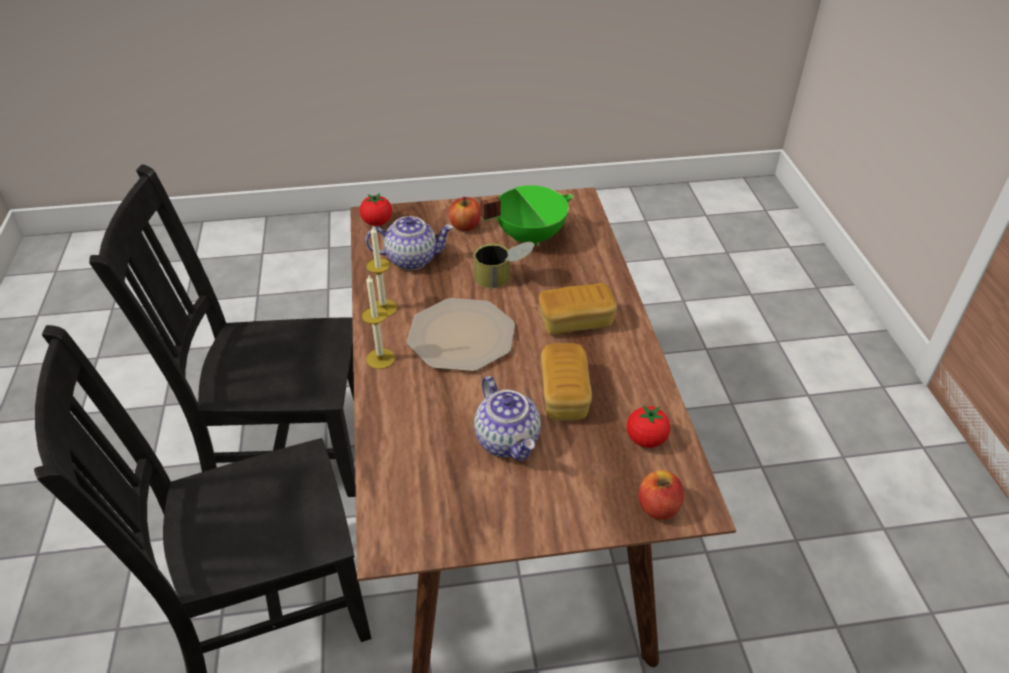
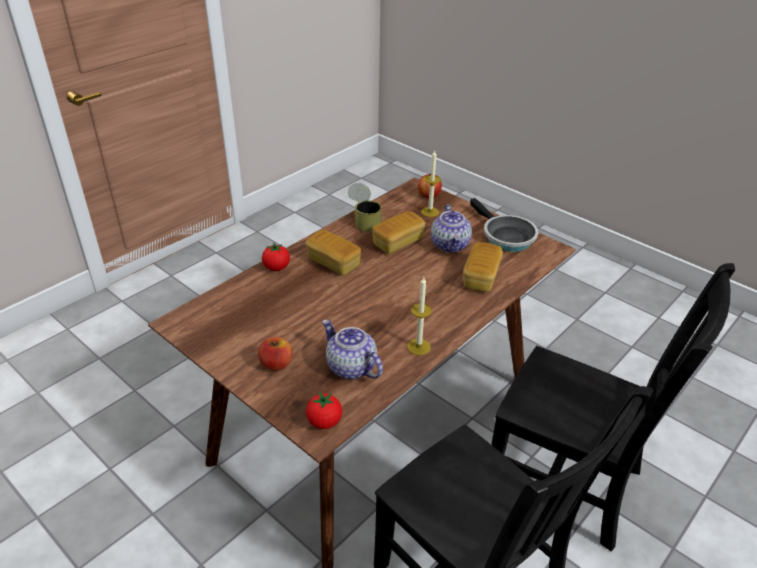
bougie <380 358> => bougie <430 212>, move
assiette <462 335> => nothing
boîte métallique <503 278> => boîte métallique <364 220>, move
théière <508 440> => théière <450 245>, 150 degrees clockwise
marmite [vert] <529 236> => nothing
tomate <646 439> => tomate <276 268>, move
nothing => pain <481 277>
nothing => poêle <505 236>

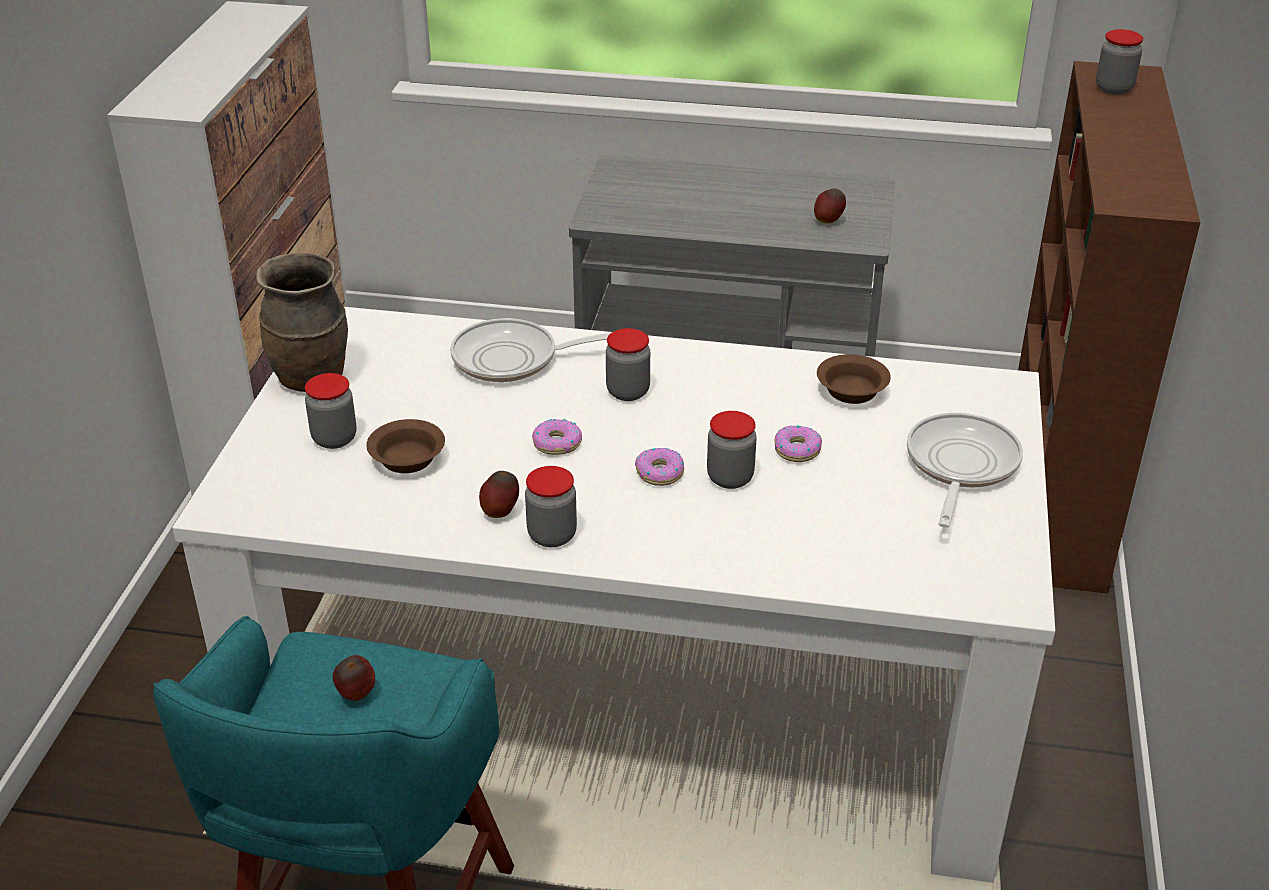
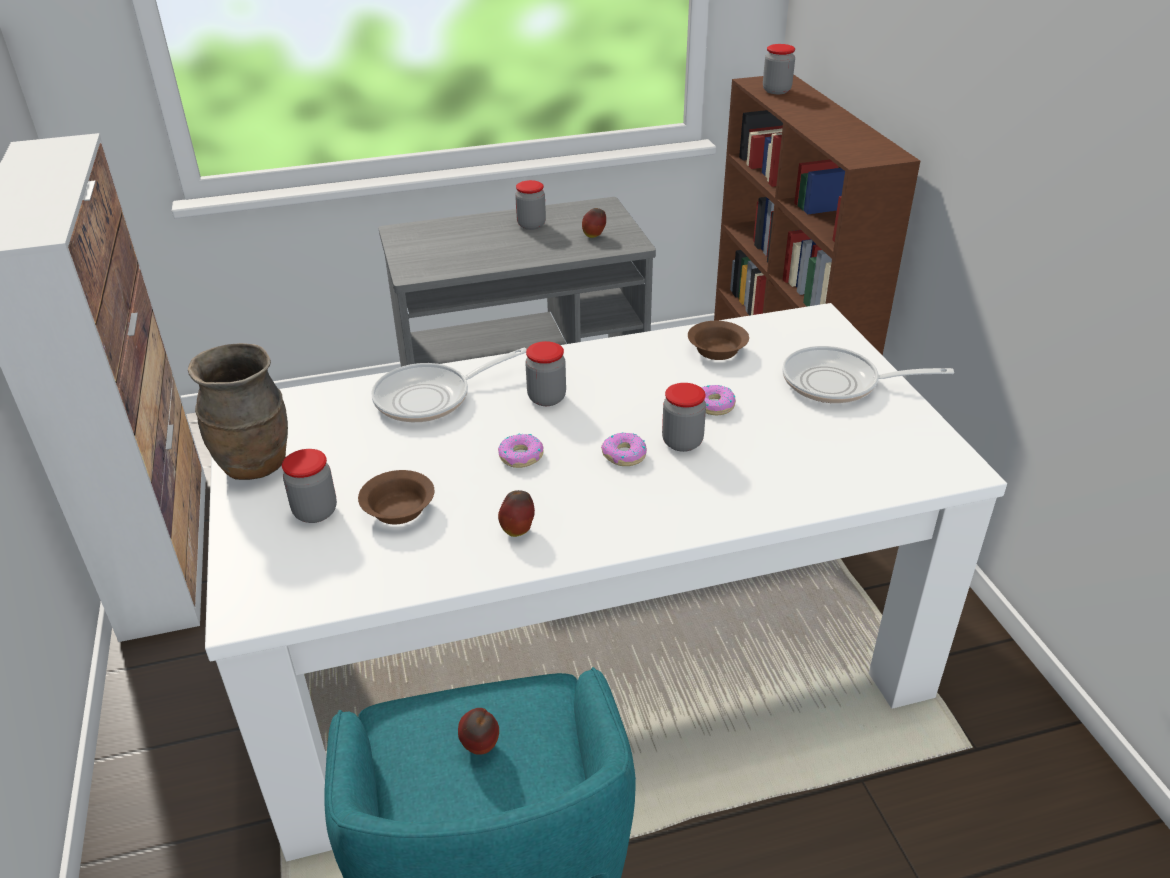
bocal <552 535> => bocal <531 225>, move
poêle <959 466> => poêle <838 383>, 75 degrees counterclockwise

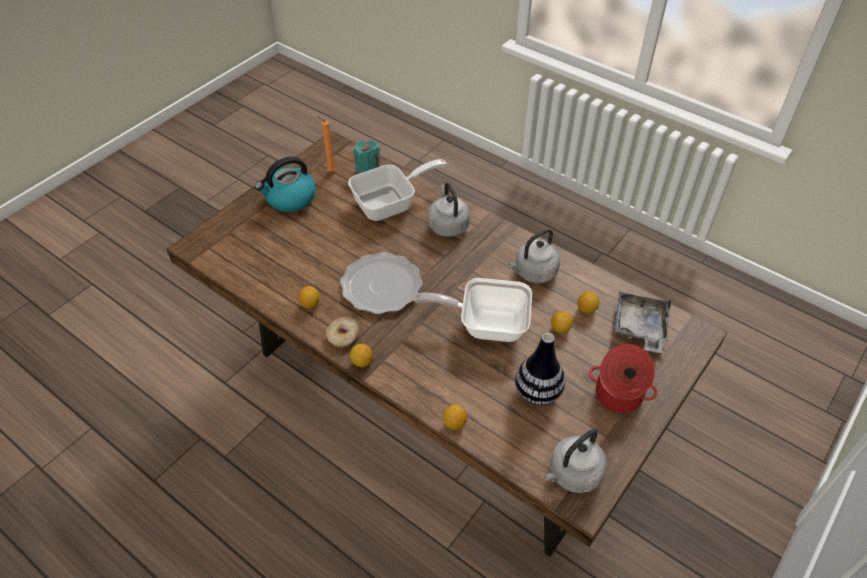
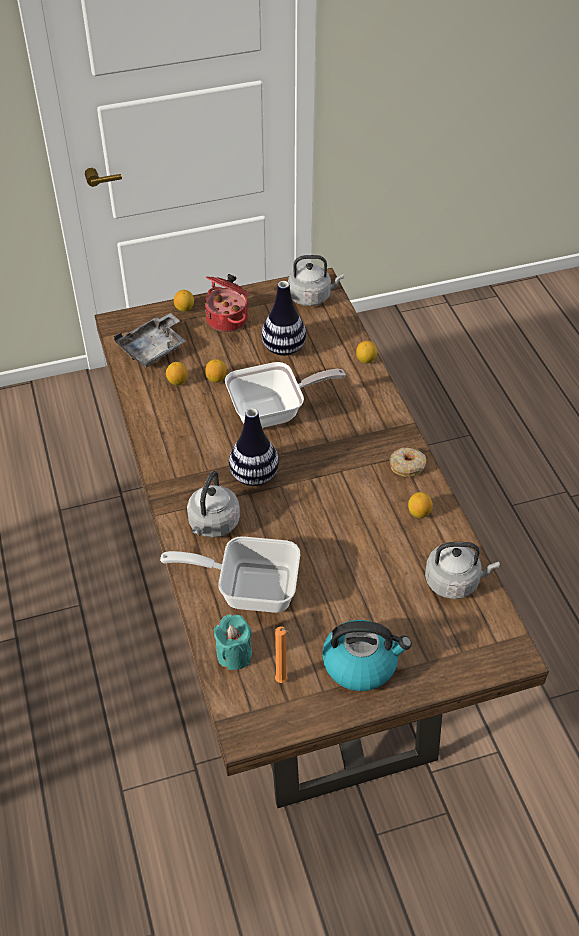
assiette <381 286> => nothing
citron <362 362> => citron <184 308>, move
poêle <486 324> => poêle <273 412>, 60 degrees counterclockwise
bouilloire [gris] <533 273> => bouilloire [gris] <454 581>, move
nothing => vase <254 476>

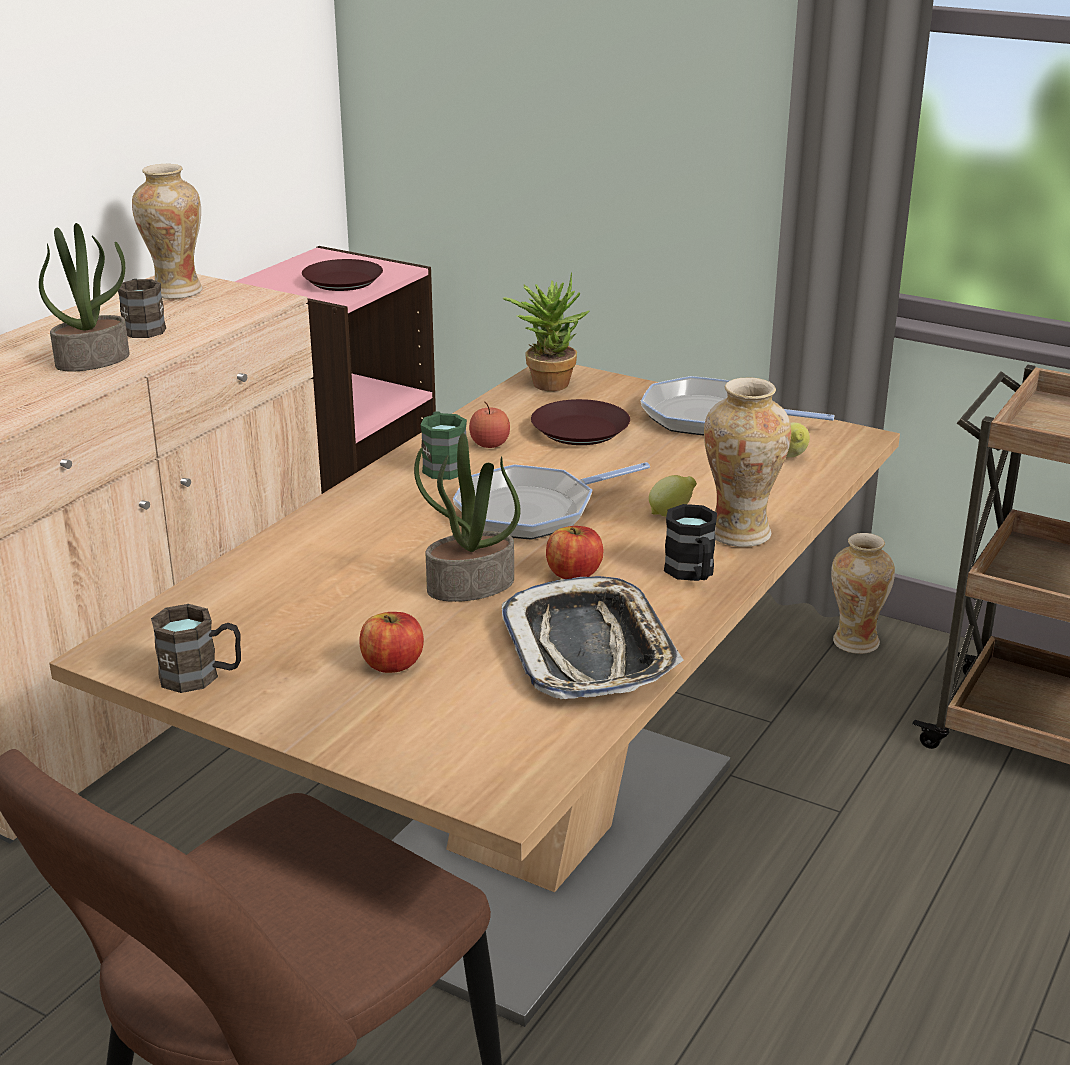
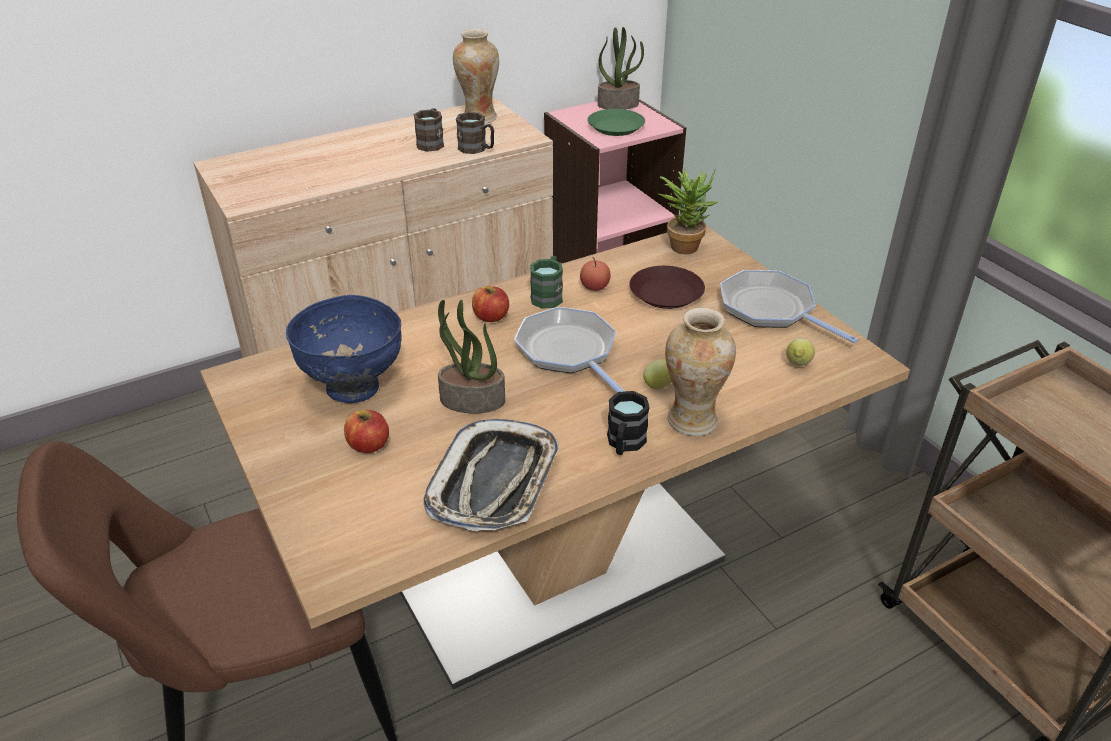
plante en pot <93 360> => plante en pot <618 104>, move
mug [marron] <201 676> => mug [marron] <477 149>, move
assiette [marron] <343 281> => assiette [vert] <616 127>
poêle <532 511> => poêle <569 352>, 60 degrees clockwise
pomme <574 573> => pomme <491 317>, move
vase <855 642> => nothing
nothing => bol [bleu] <353 389>

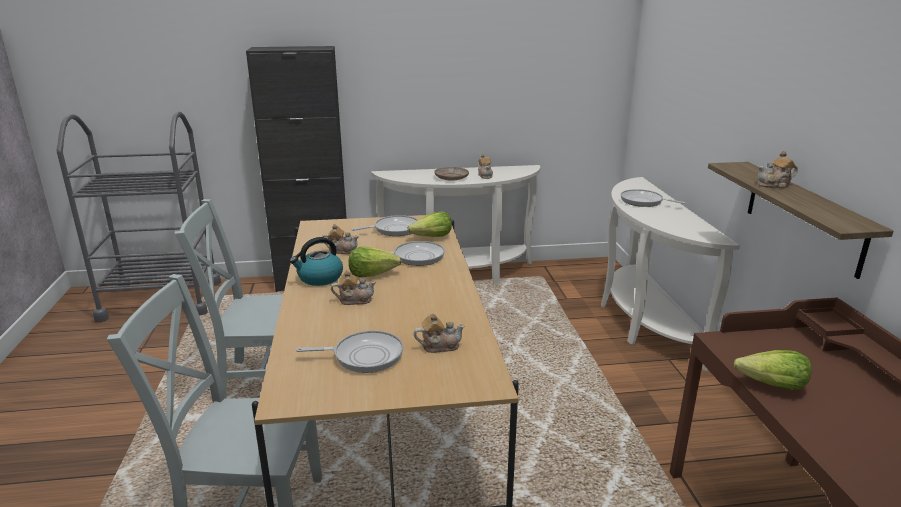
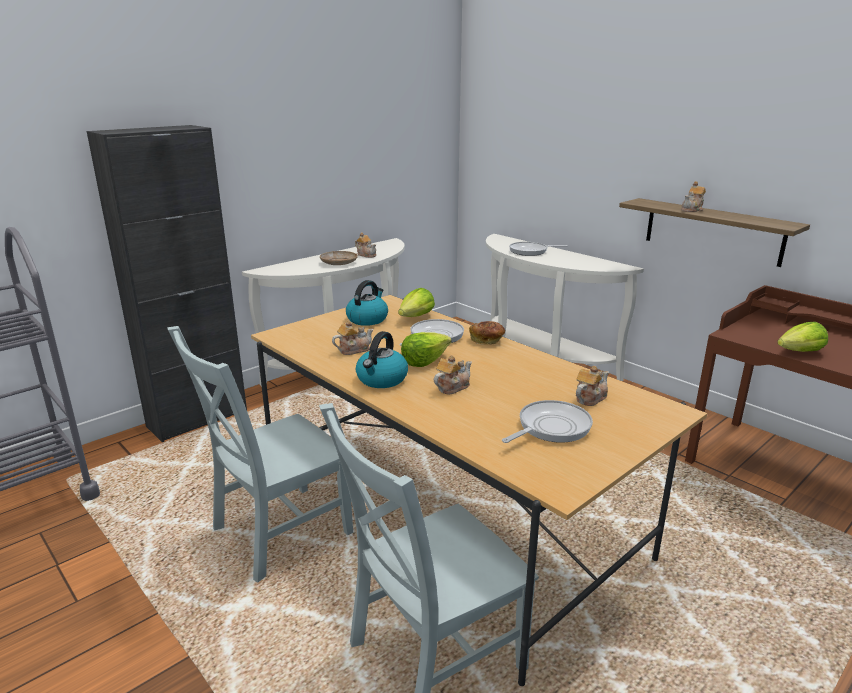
poêle <394 229> => bouilloire <367 319>
nothing => pain <487 340>

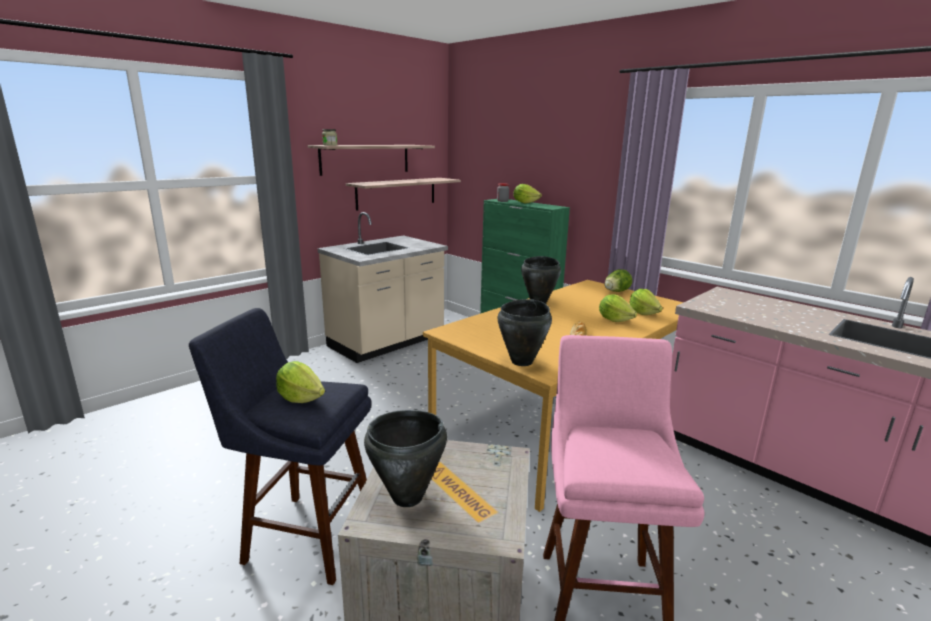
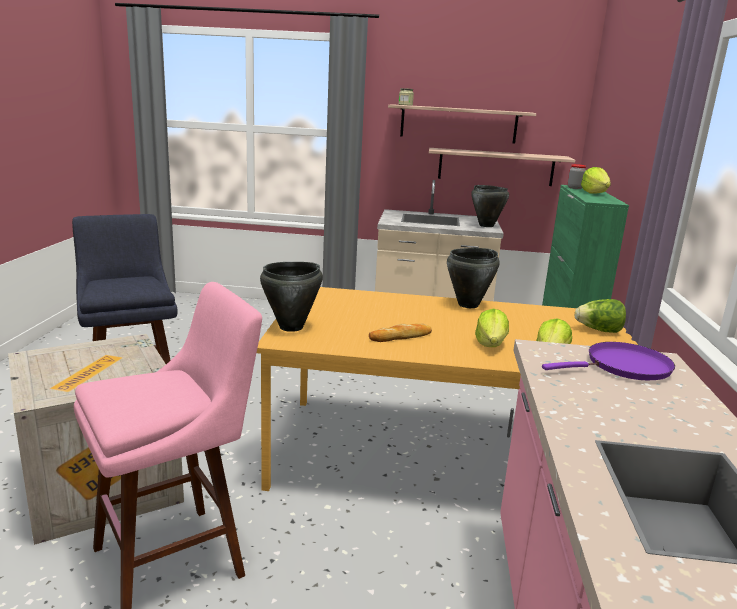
laitue <301 398> => nothing
marmite [noir] <408 497> => marmite [noir] <486 225>, move
nothing => poêle [violet] <623 367>

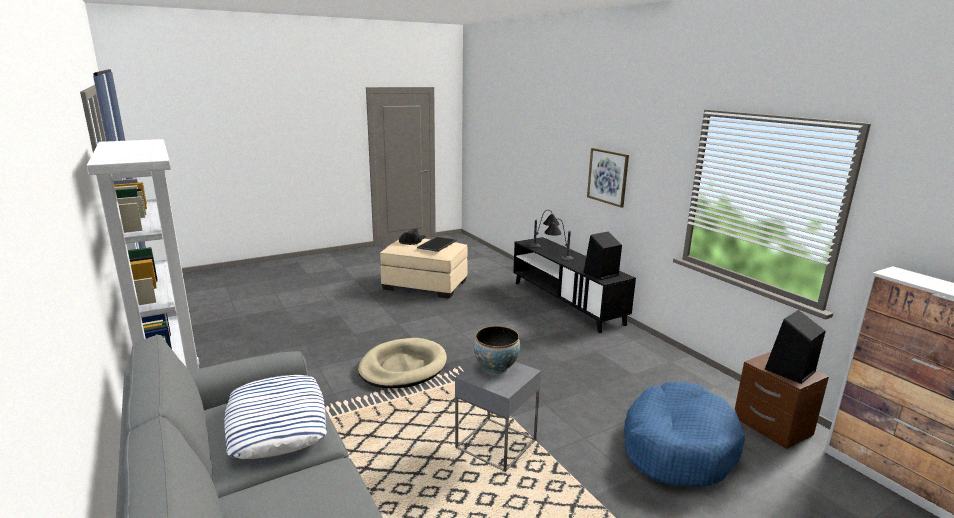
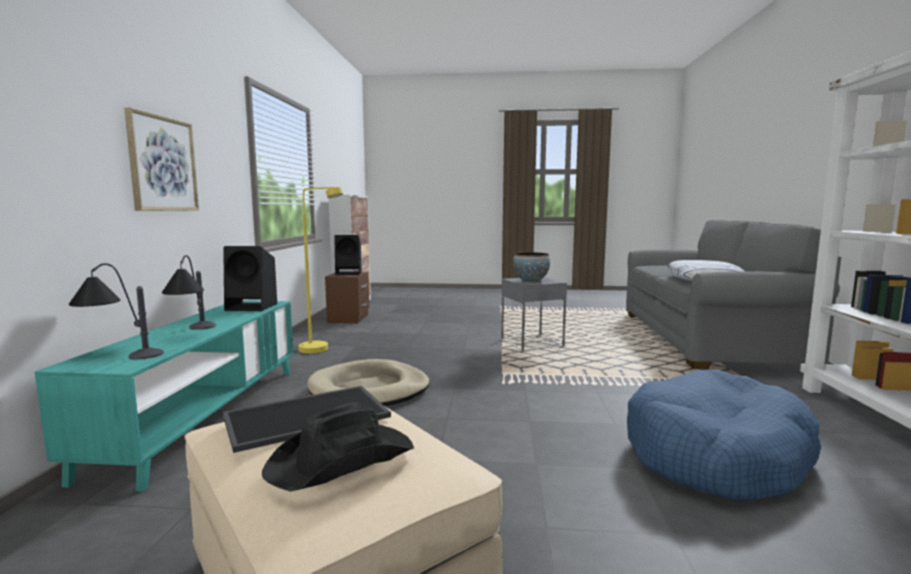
panier pour chien [beige] <403 367> => panier pour chien [beige] <369 390>, move
meuble télé [noir] <566 302> => meuble télé [turquoise] <204 416>
panier pour chien [bleu] <677 446> => panier pour chien [bleu] <715 455>, move
nothing => lampadaire [jaune] <320 350>

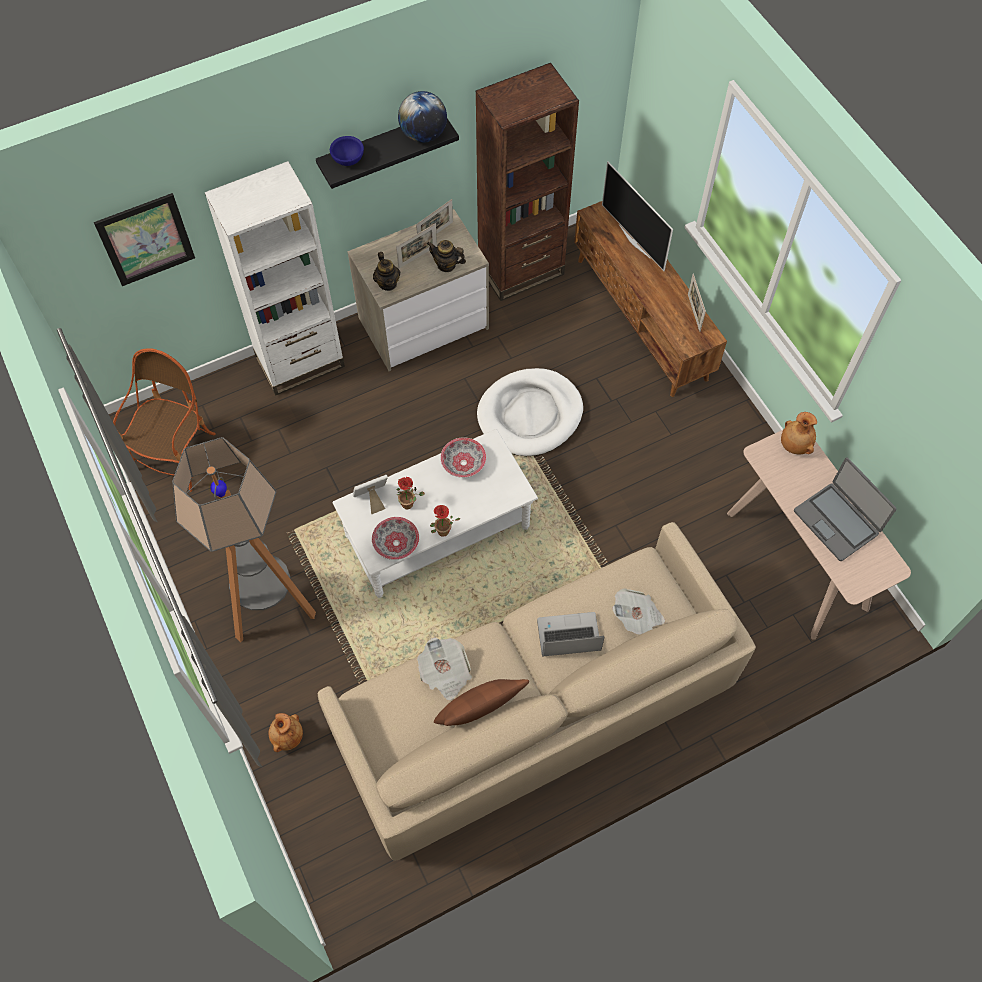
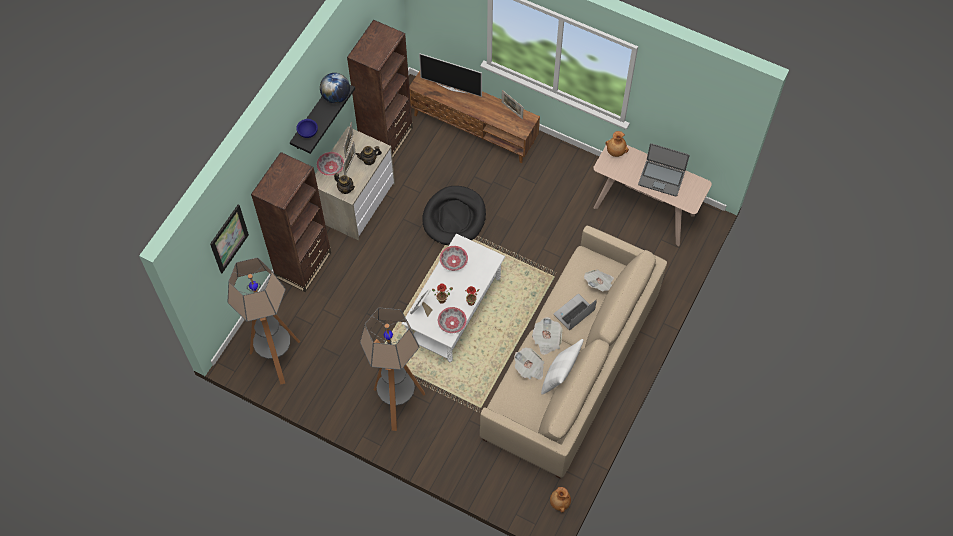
fauteuil <177 455> => lampadaire <277 358>
bibliothèque [blanc] <300 362> => bibliothèque [marron] <303 265>
vase [marron] <287 736> => vase [marron] <559 502>, move
coussin [marron] <479 713> => coussin [blanc] <559 376>
panier pour chien [blanc] <530 415> => panier pour chien [noir] <454 217>
nothing => bol <331 167>
nothing => journal <546 340>

